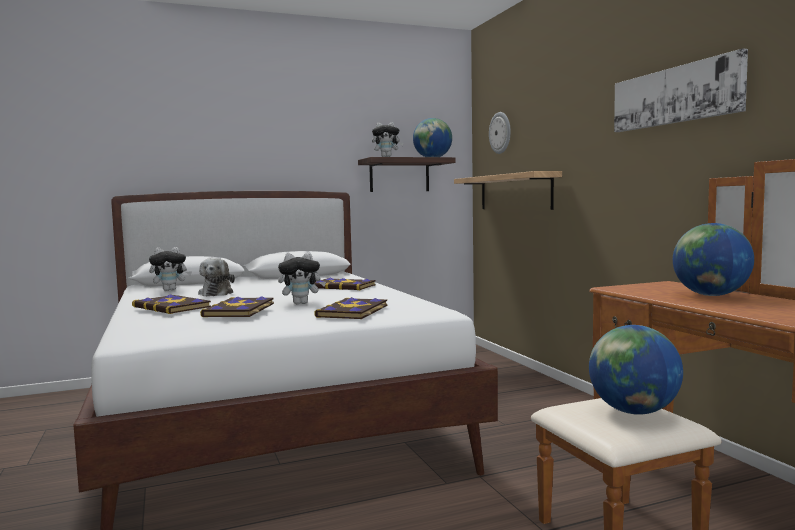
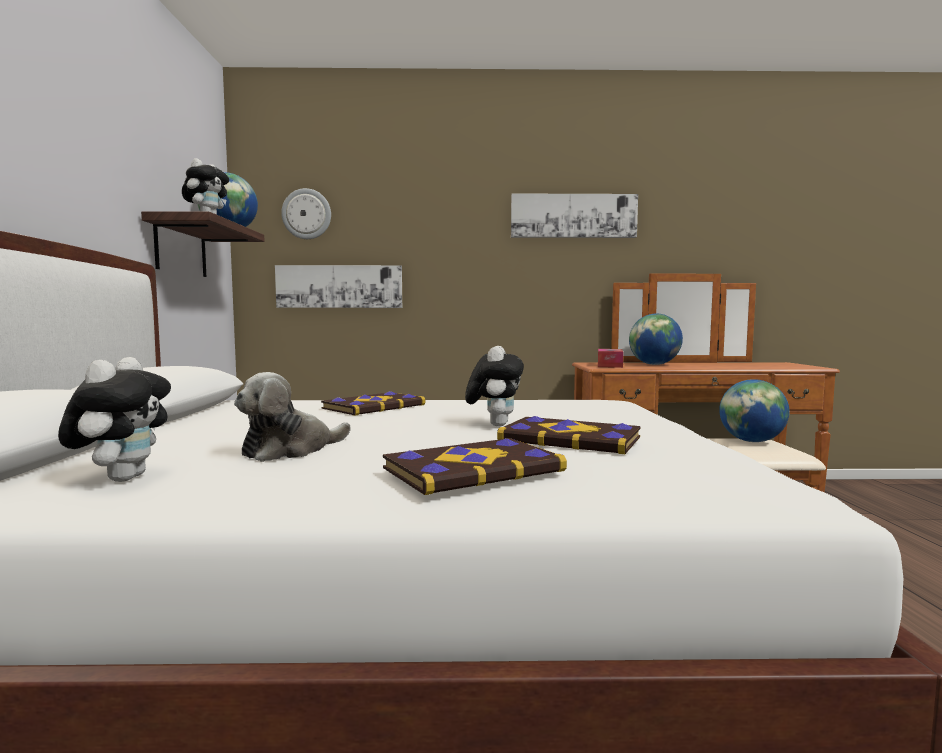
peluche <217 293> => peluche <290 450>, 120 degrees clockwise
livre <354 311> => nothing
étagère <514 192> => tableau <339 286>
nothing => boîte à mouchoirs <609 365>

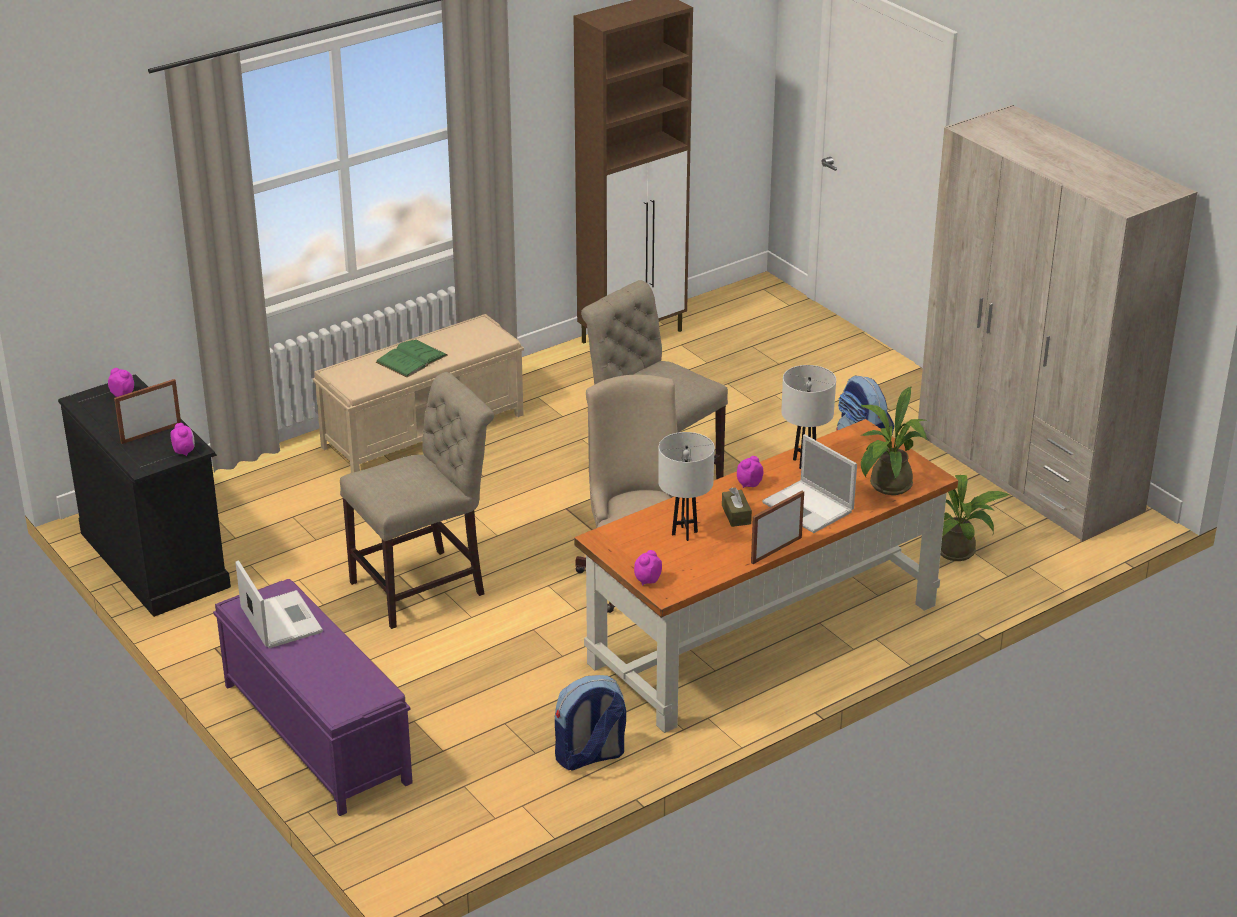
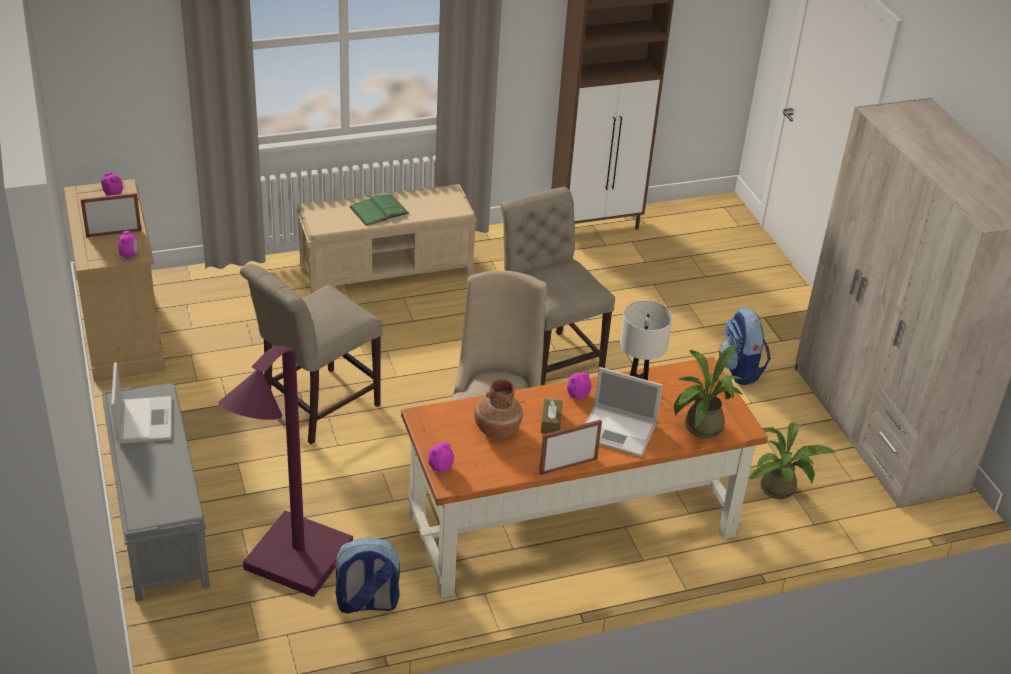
commode [noir] <155 559> => commode [beige] <122 332>
banc [violet] <315 732> => banc [gris] <159 518>
chaise [beige] <425 586> => chaise [beige] <315 408>, 150 degrees clockwise
lampe de table [blanc] <684 533> => vase [marron] <496 429>
ordinateur portable <809 507> => ordinateur portable <619 431>, 45 degrees counterclockwise
nothing => lampadaire [violet] <290 567>

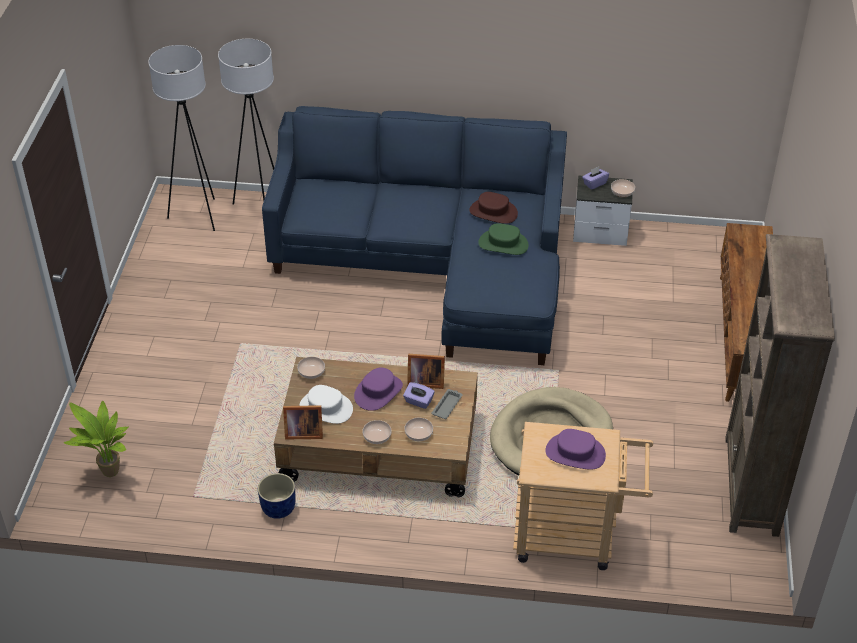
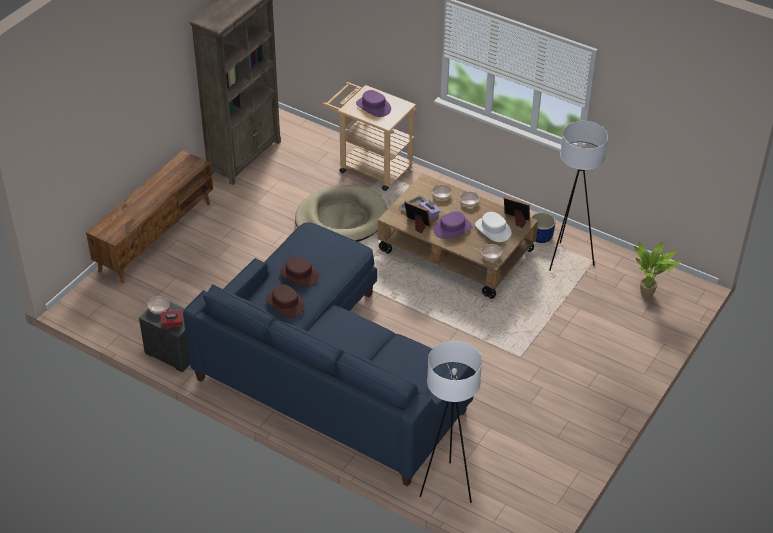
lampadaire [blanc] <197 216> => lampadaire [blanc] <568 259>, move
chapeau [vert] <503 244> => chapeau [marron] <299 275>
boîte à mouchoirs [violet] <594 183> => boîte à mouchoirs [rouge] <172 324>

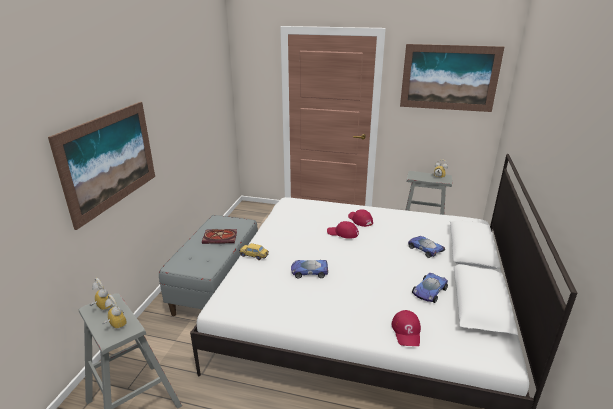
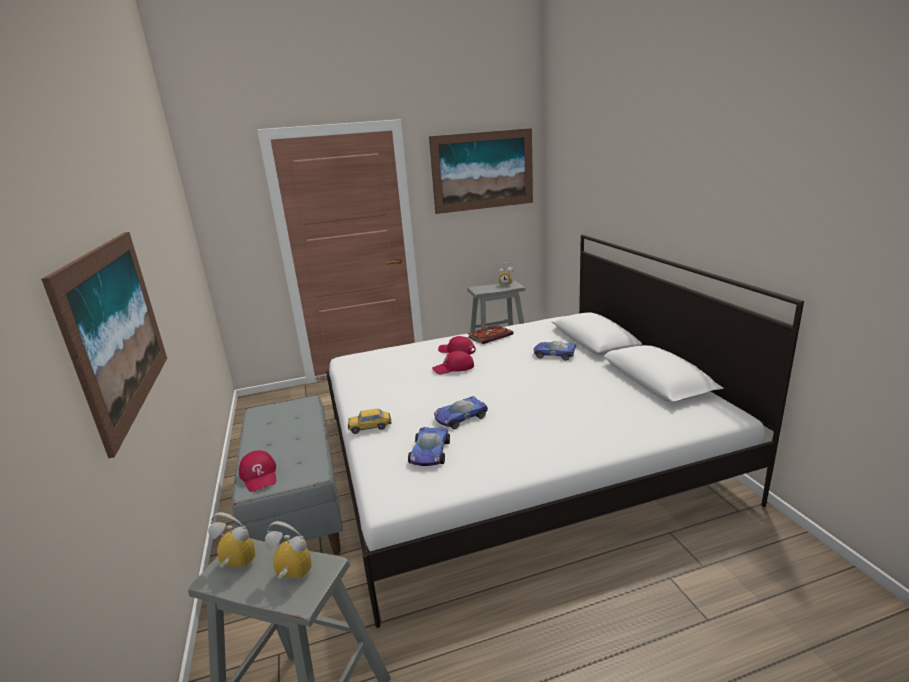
livre <221 237> => livre <490 335>, move
casquette [rouge] <406 331> => casquette [rouge] <259 475>, move
petite voiture <429 291> => petite voiture <429 452>, move

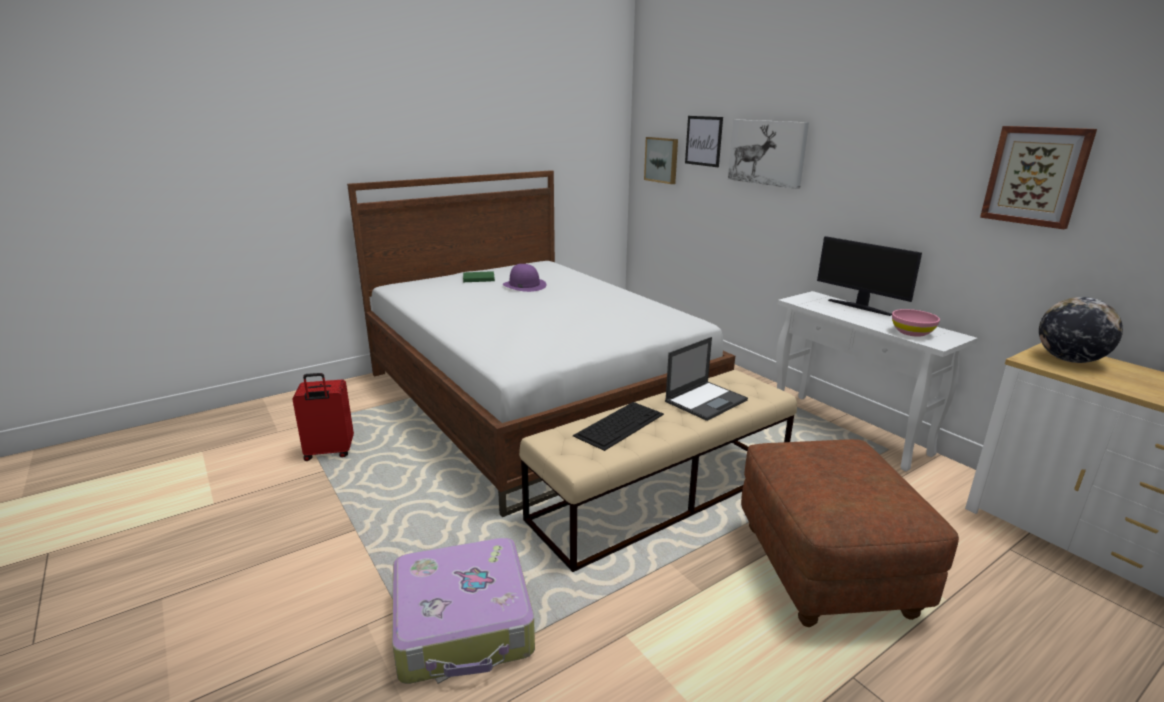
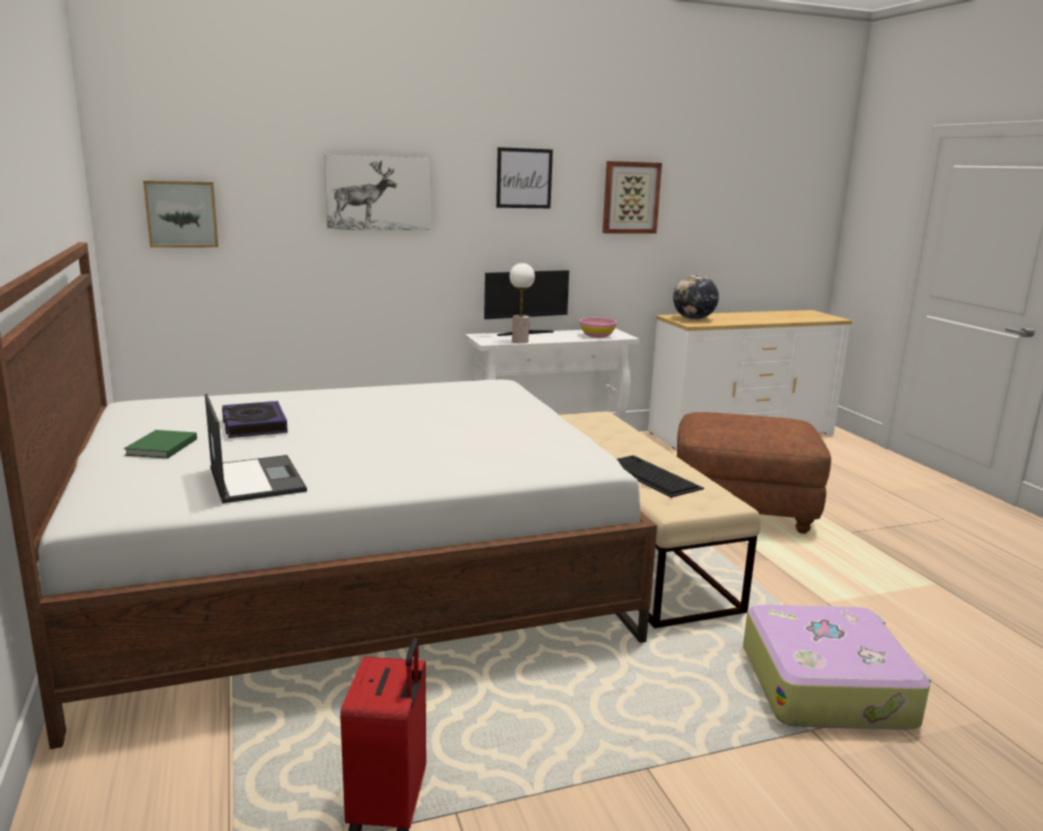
chapeau [violet] <524 285> => livre <254 425>
ordinateur portable <706 400> => ordinateur portable <256 479>, move
tableau <703 141> => tableau <524 178>, move
nothing => lampe de table <519 341>

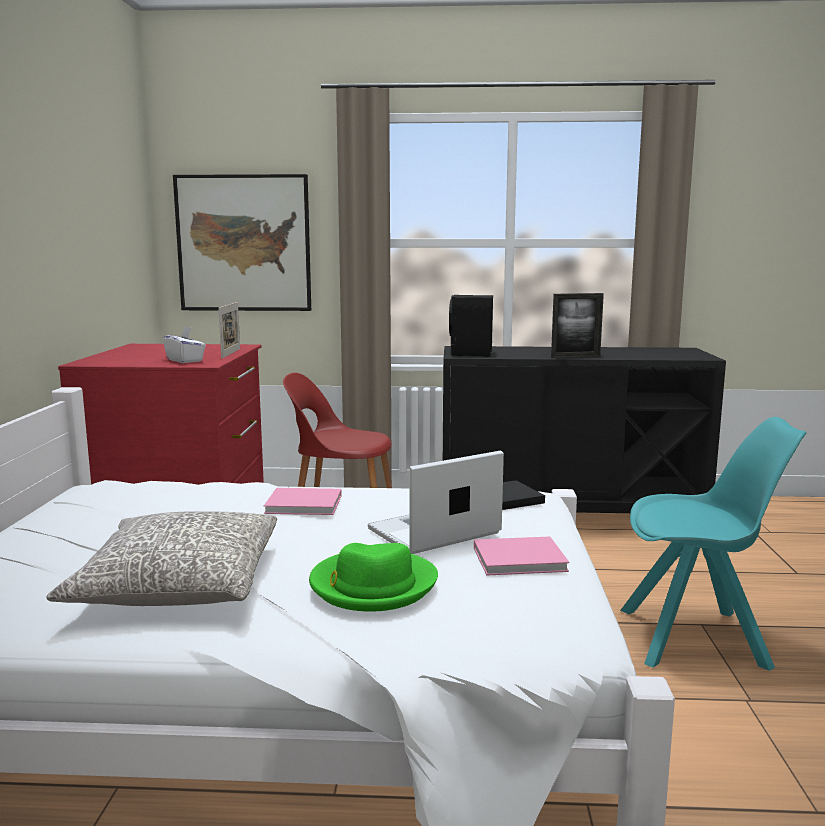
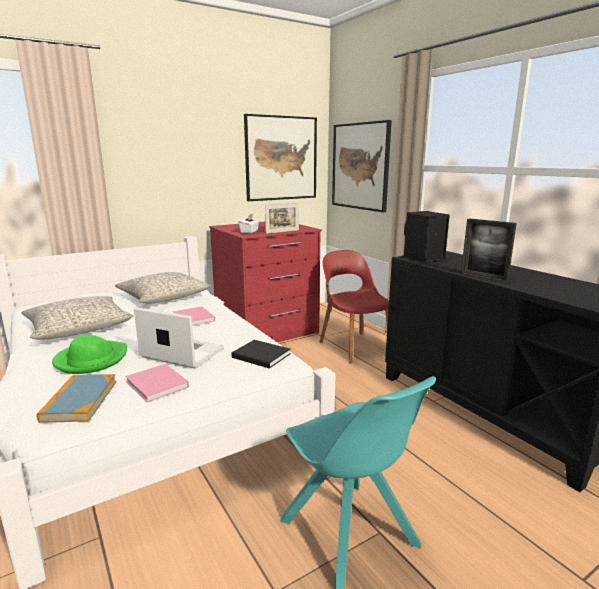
nothing => livre <80 400>
nothing => coussin [gris] <164 297>
nothing => tableau <281 158>

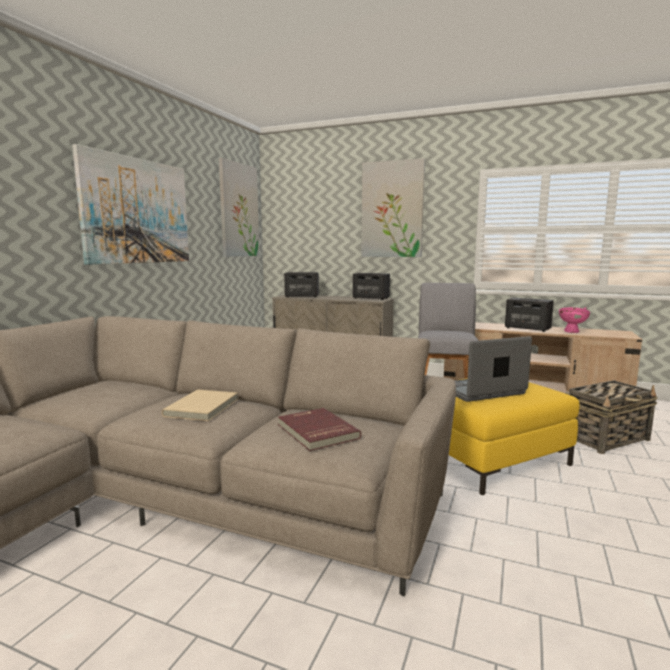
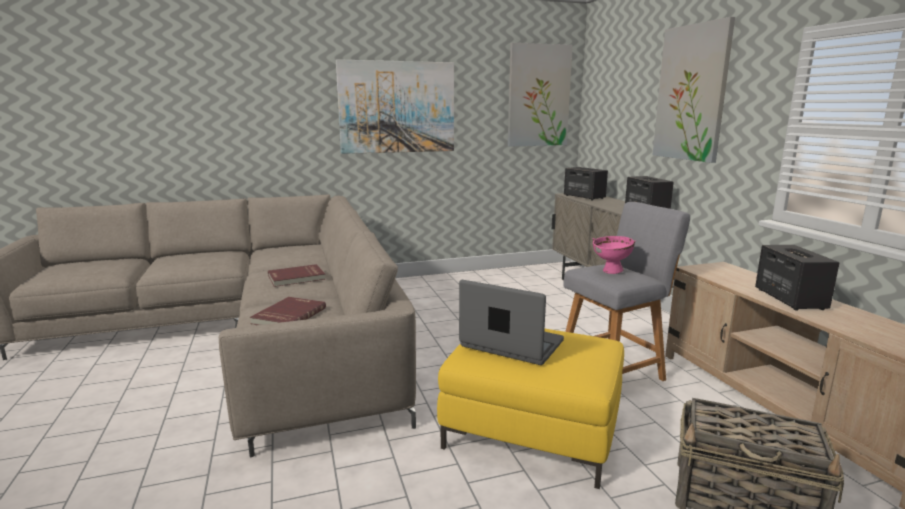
livre [beige] <203 407> => livre [rouge] <296 278>
bol [rose] <572 332> => bol [rose] <611 272>, move

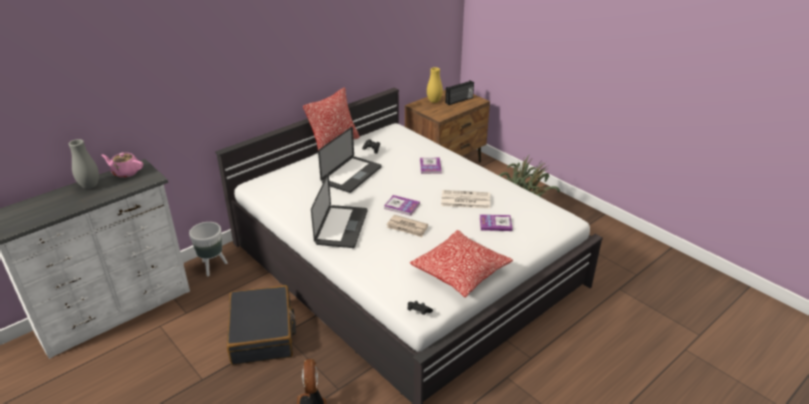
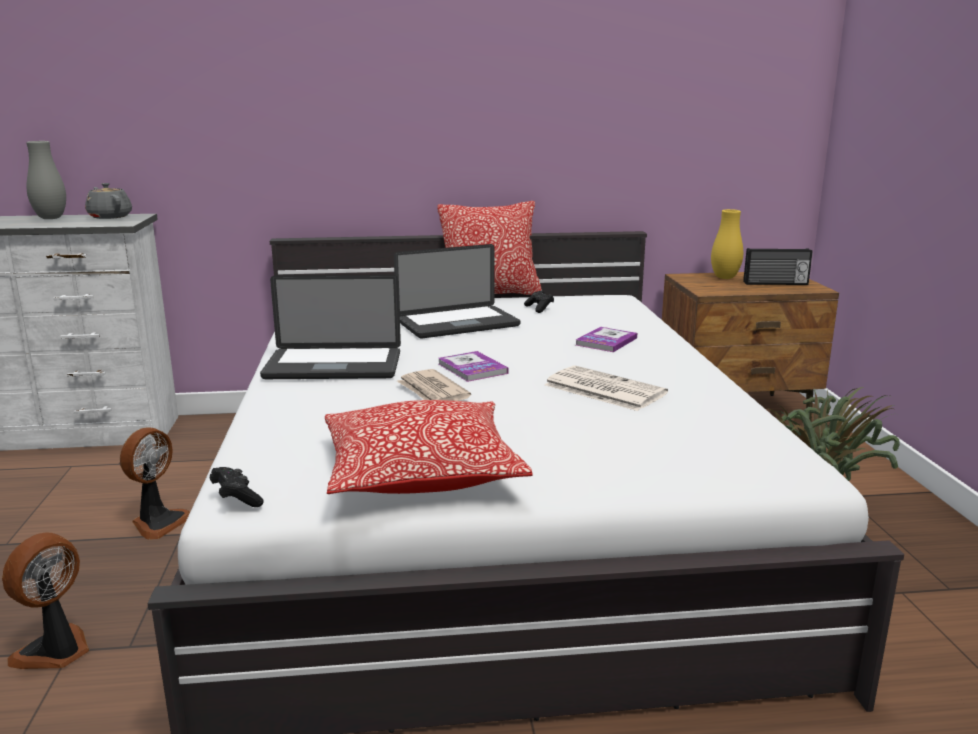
théière [rose] <126 172> => théière [gris] <110 217>
cache-pot [blanc] <212 267> => nothing
valise [noir] <263 333> => ventilateur <158 522>
ordinateur portable <341 227> => ordinateur portable <333 366>, 45 degrees clockwise
livre <495 223> => nothing

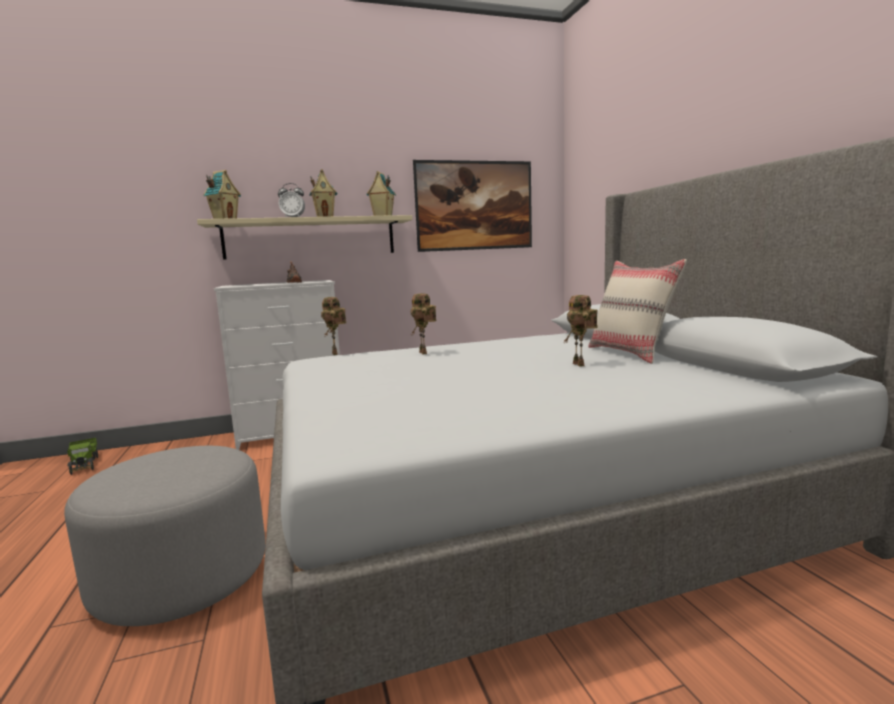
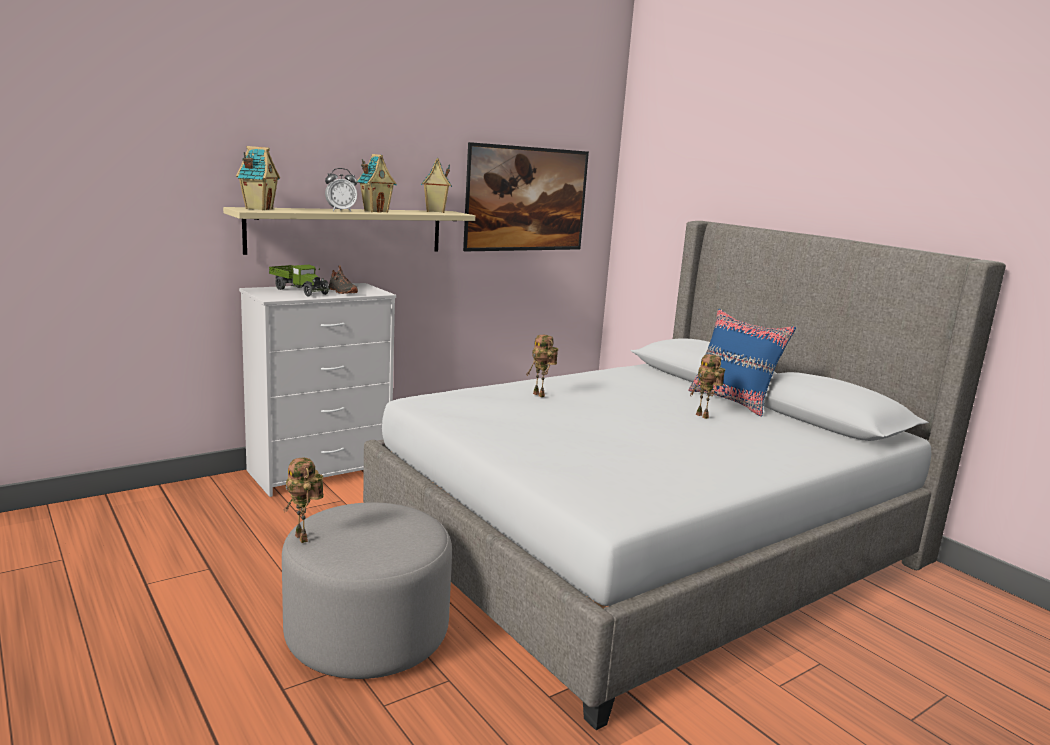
camion jouet <84 464> => camion jouet <300 290>, move
robot jouet <336 354> => robot jouet <304 538>, move
coussin [beige] <631 353> => coussin [bleu] <733 401>

